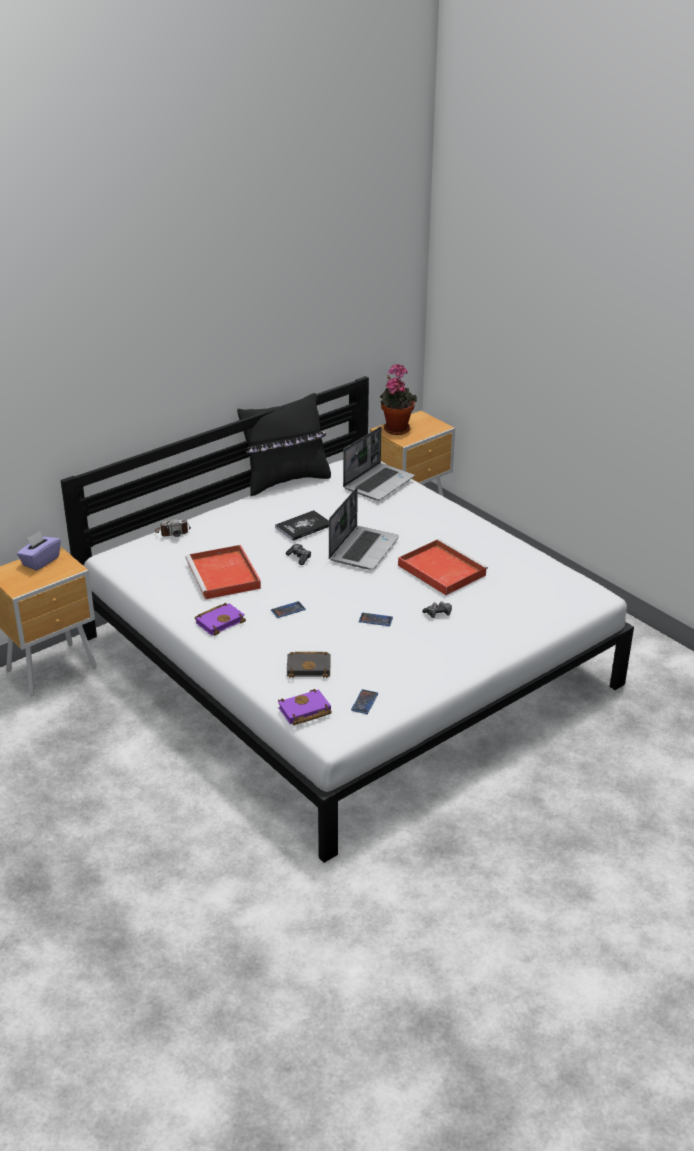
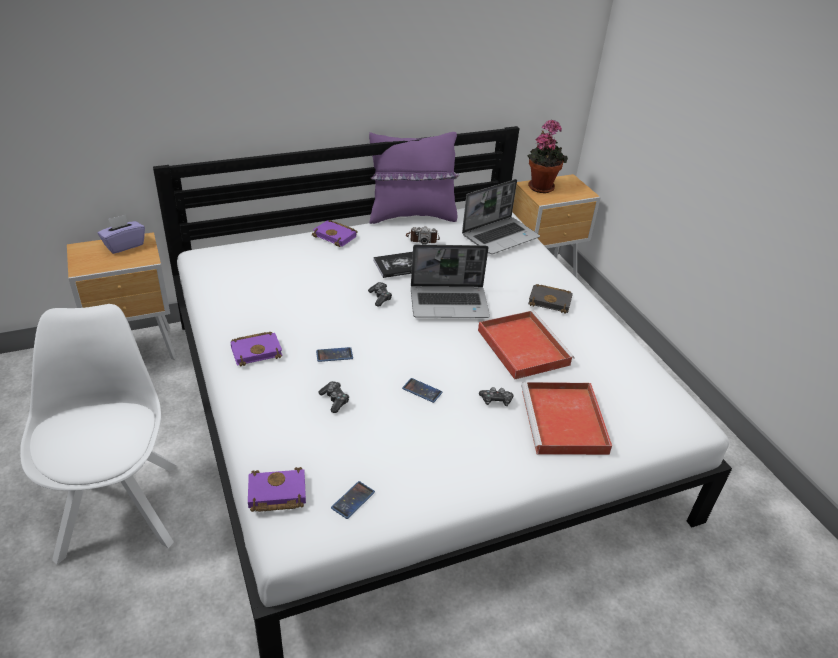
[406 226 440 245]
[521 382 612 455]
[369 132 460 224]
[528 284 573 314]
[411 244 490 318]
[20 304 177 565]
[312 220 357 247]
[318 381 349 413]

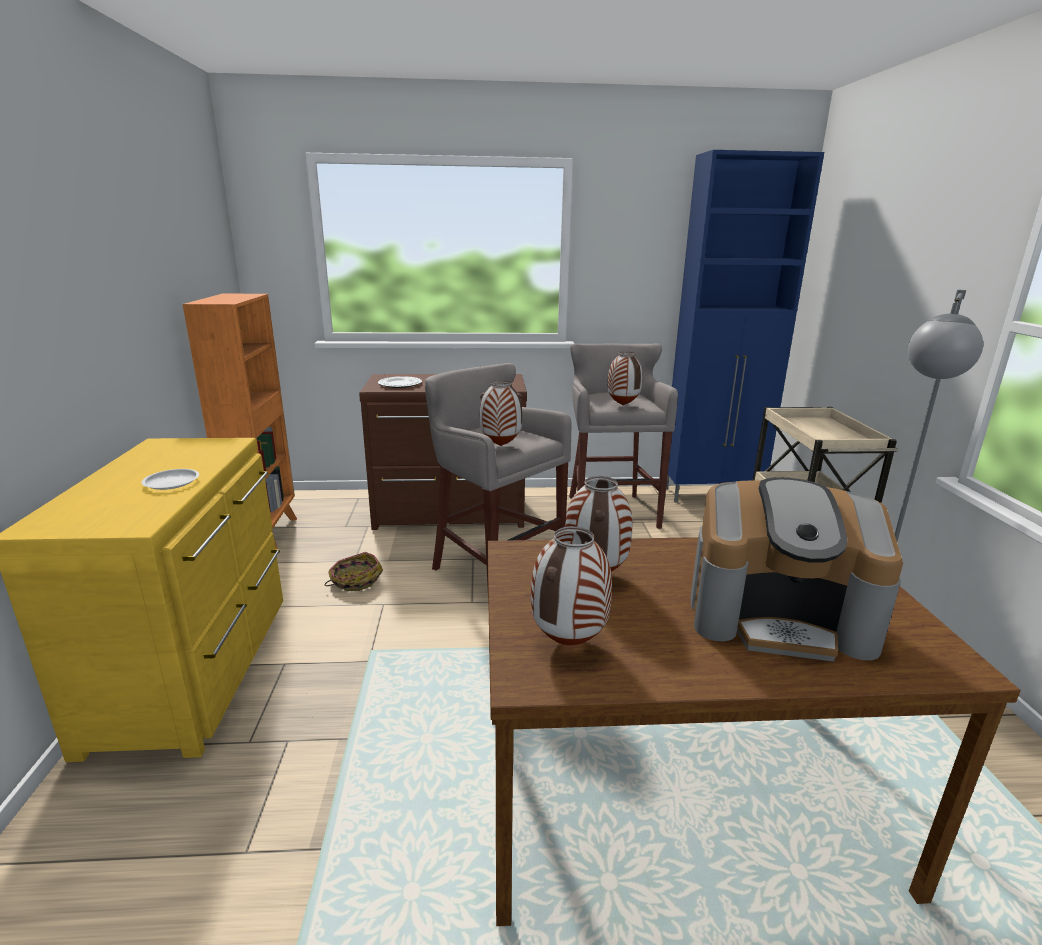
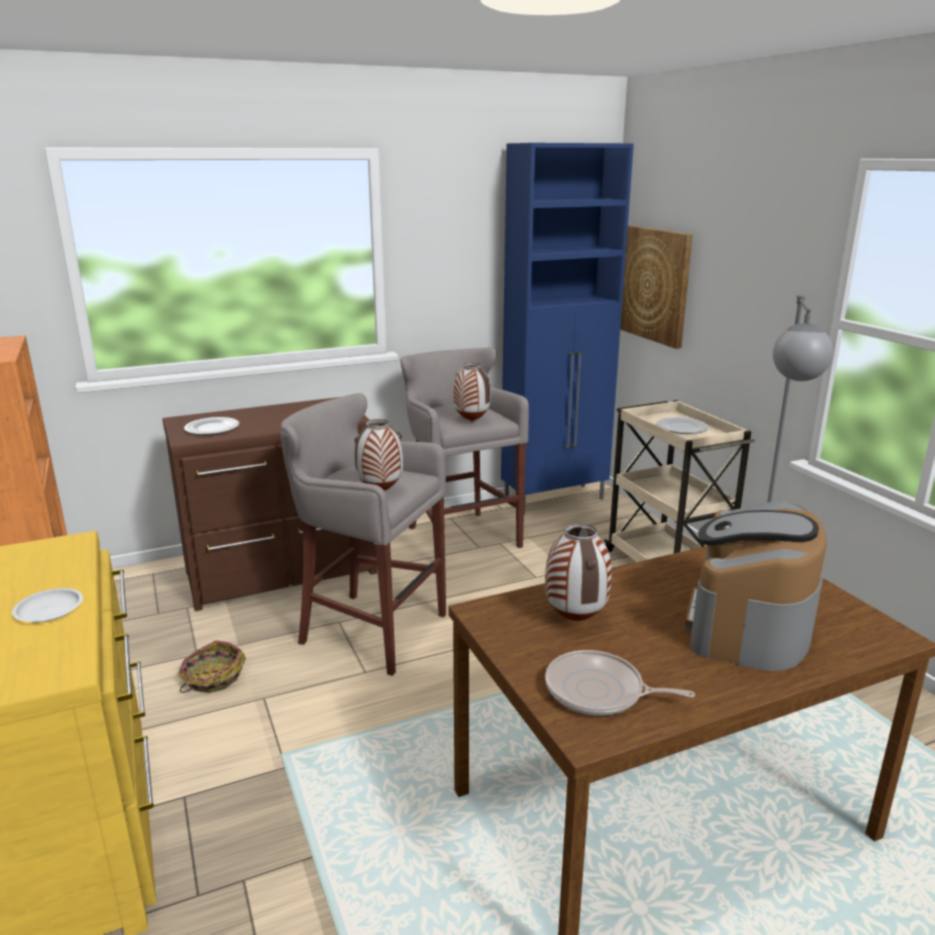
[545 650 695 715]
[685 500 827 671]
[620 225 693 349]
[657 417 709 434]

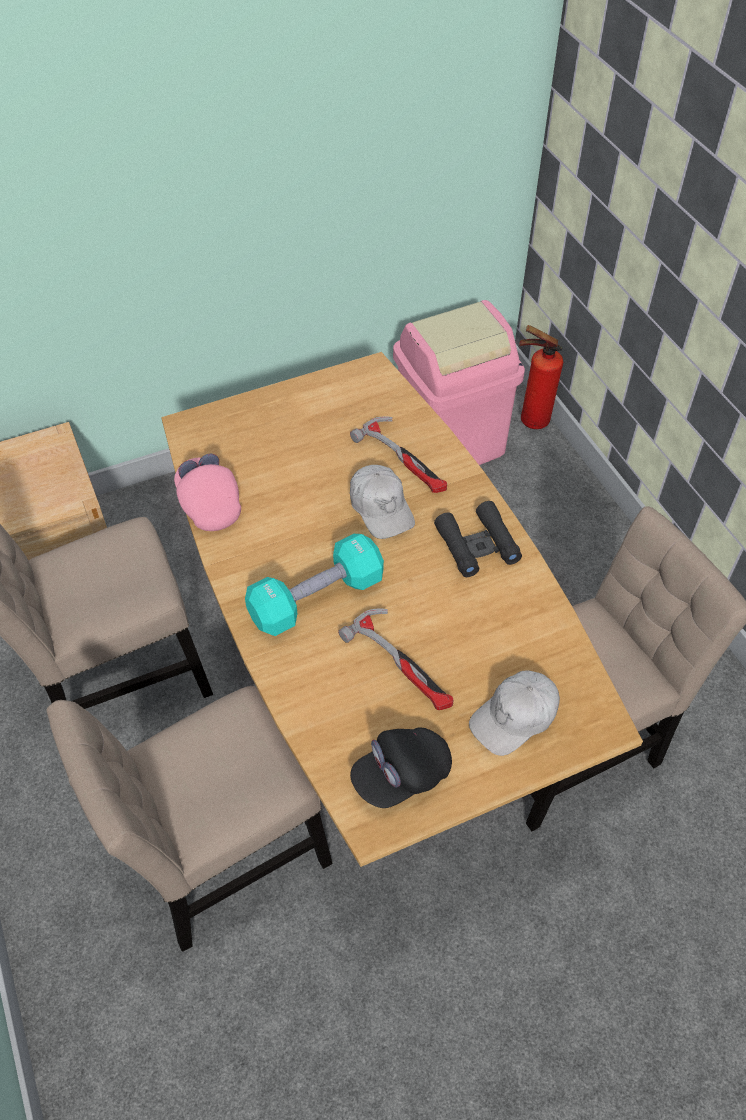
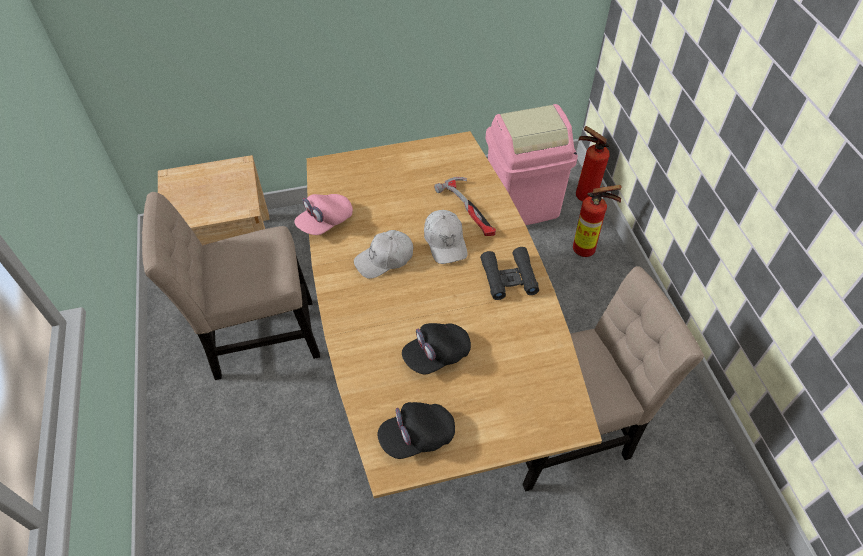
[46 686 333 952] (first image)
[294 194 353 235]
[245 534 384 636] (first image)
[402 323 471 374]
[354 230 413 279]
[573 185 622 257]

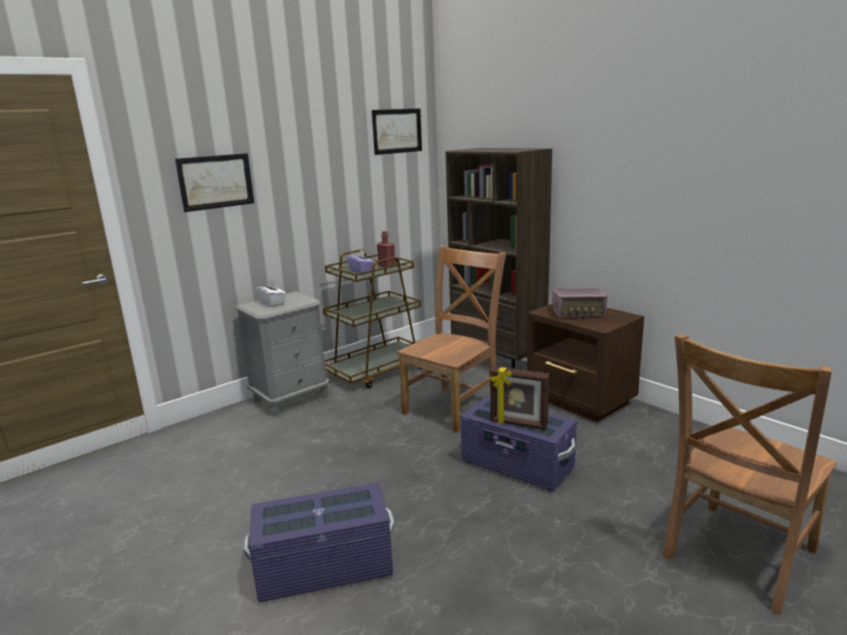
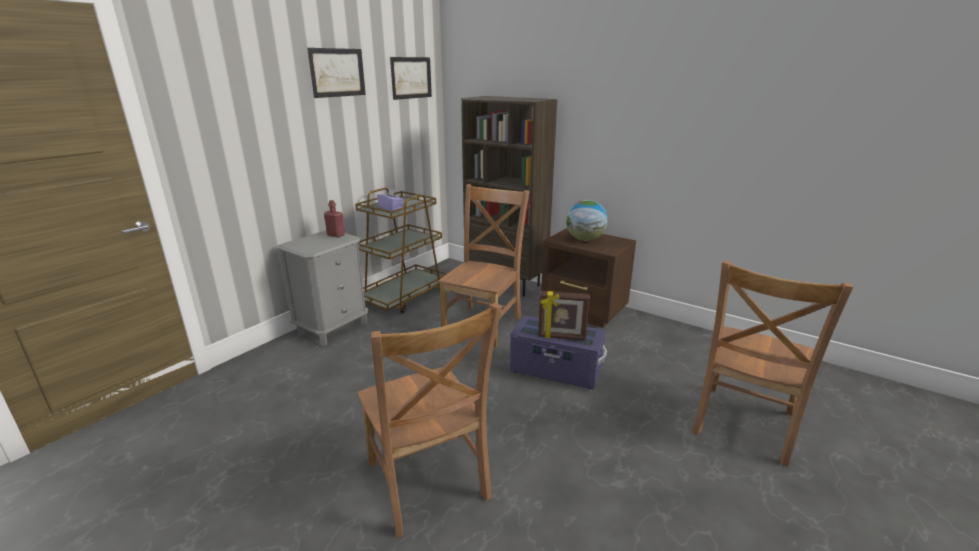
[307 48 366 98]
[357 303 502 538]
[256 279 286 307] (first image)
[324 200 345 237]
[566 200 608 241]

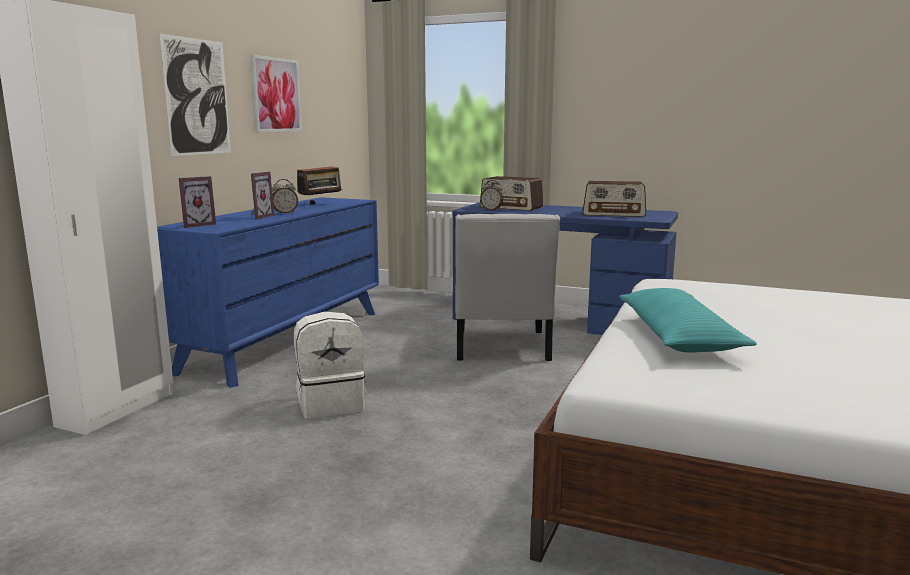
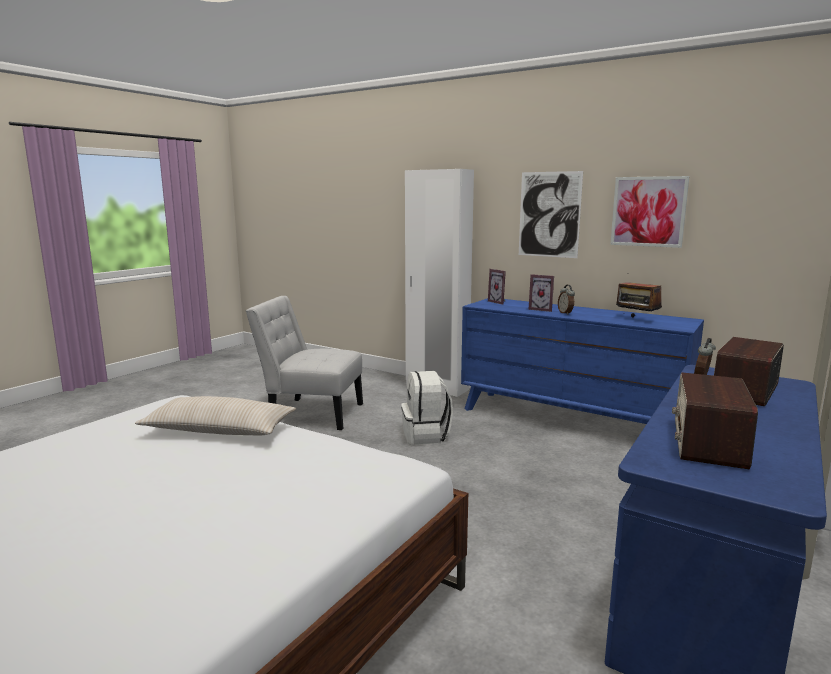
[246 296 363 430]
[135 396 296 435]

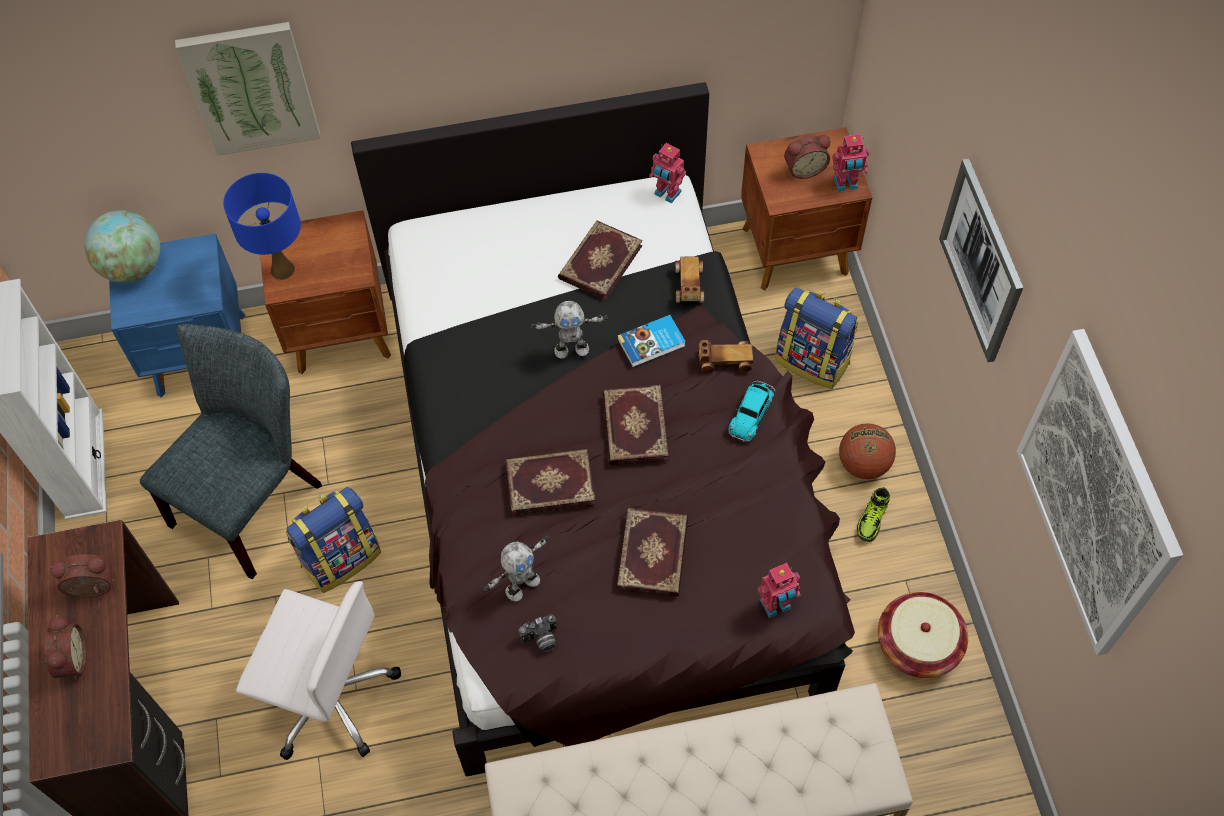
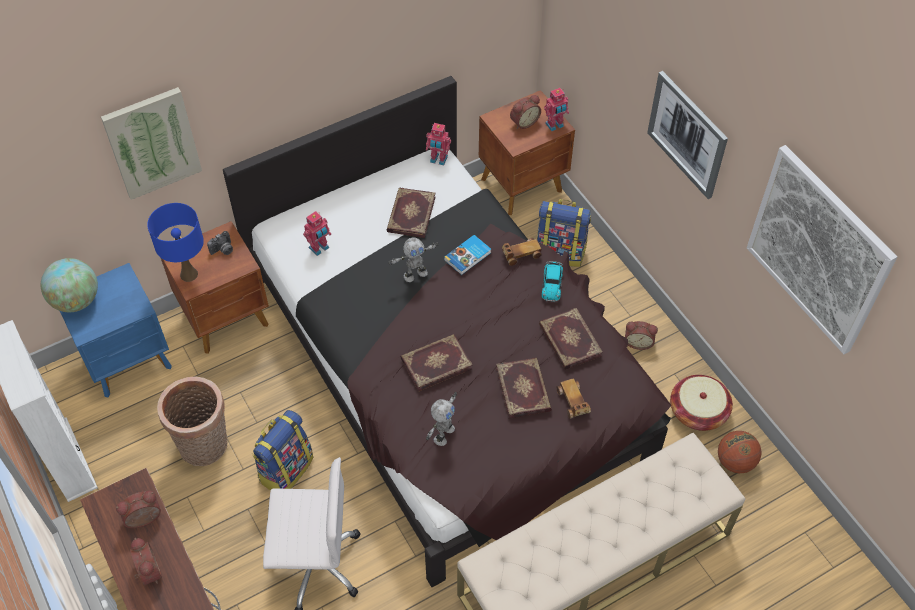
[157 376 227 466]
[207 231 233 255]
[539 308 603 370]
[556 378 591 419]
[303 211 331 256]
[718 431 761 473]
[625 321 658 350]

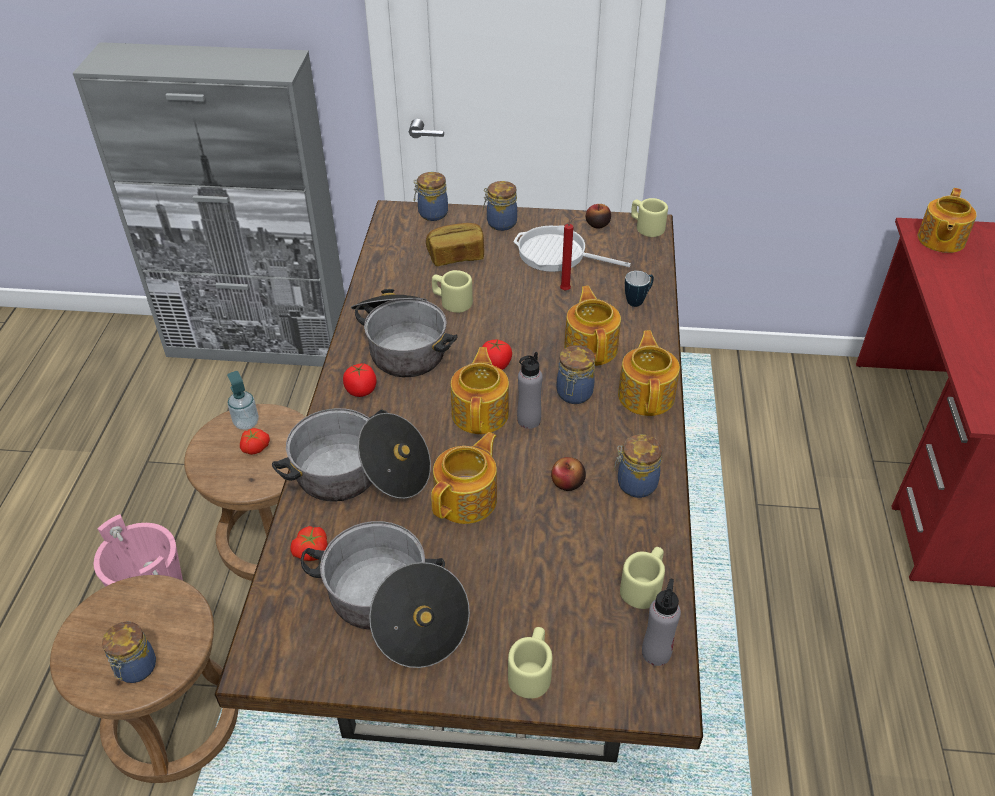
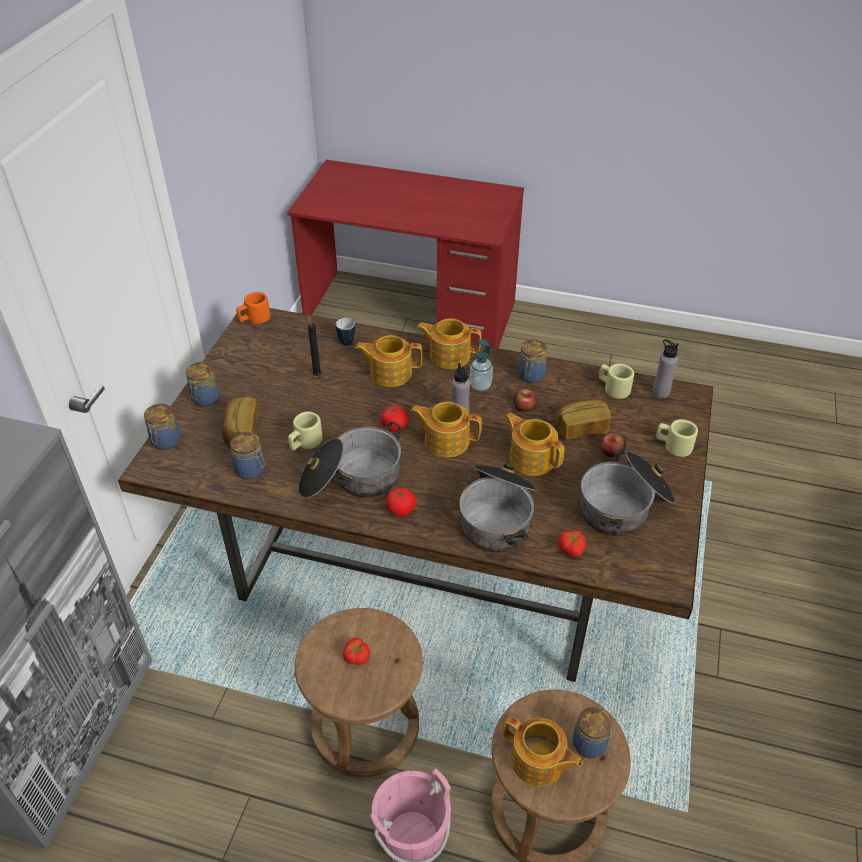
[470 339 493 391]
[513 225 631 272] (first image)
[230 432 265 480]
[308 315 321 376]
[600 433 626 457]
[236 292 270 324]
[503 716 582 787]
[555 399 611 440]

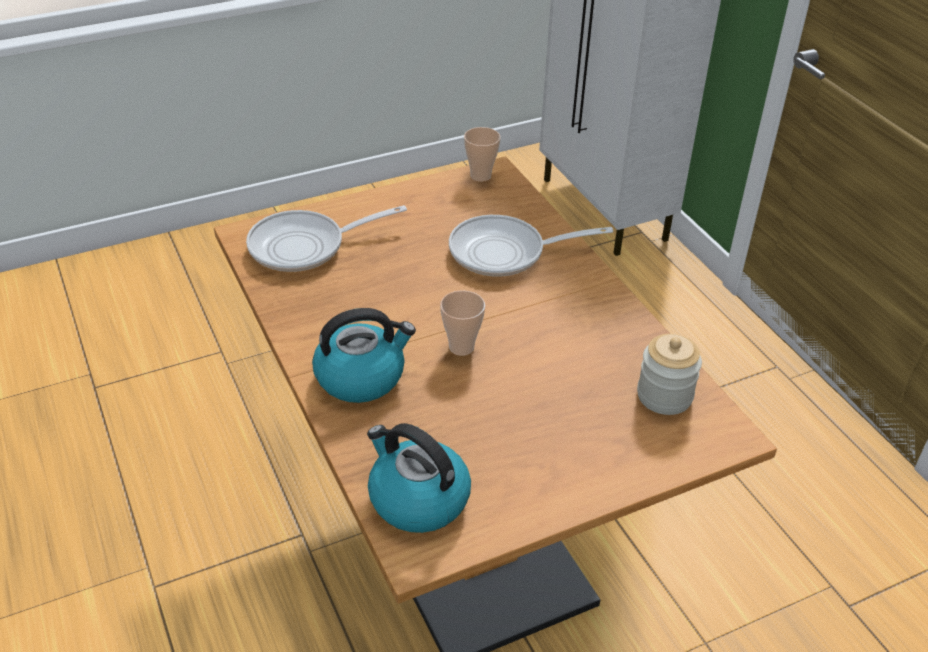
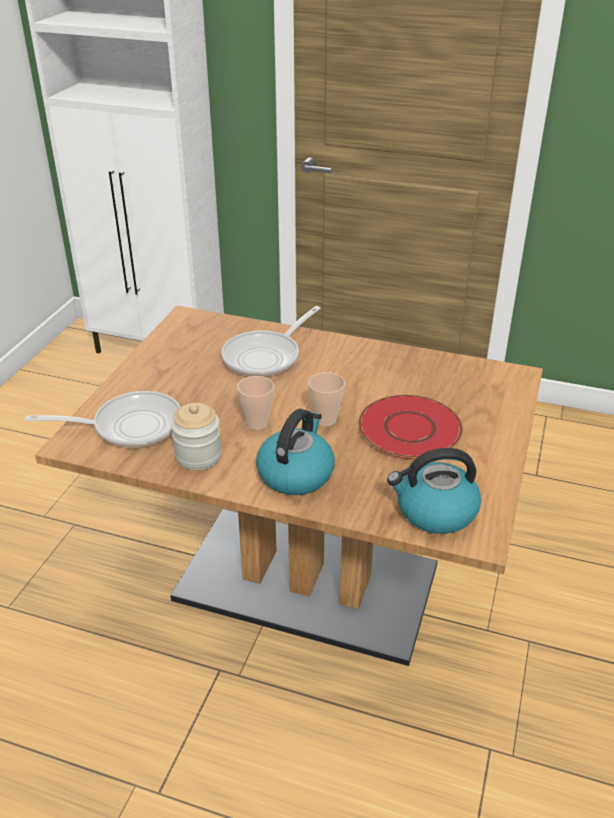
[25 391 180 448]
[237 376 274 430]
[171 403 222 470]
[358 395 463 459]

